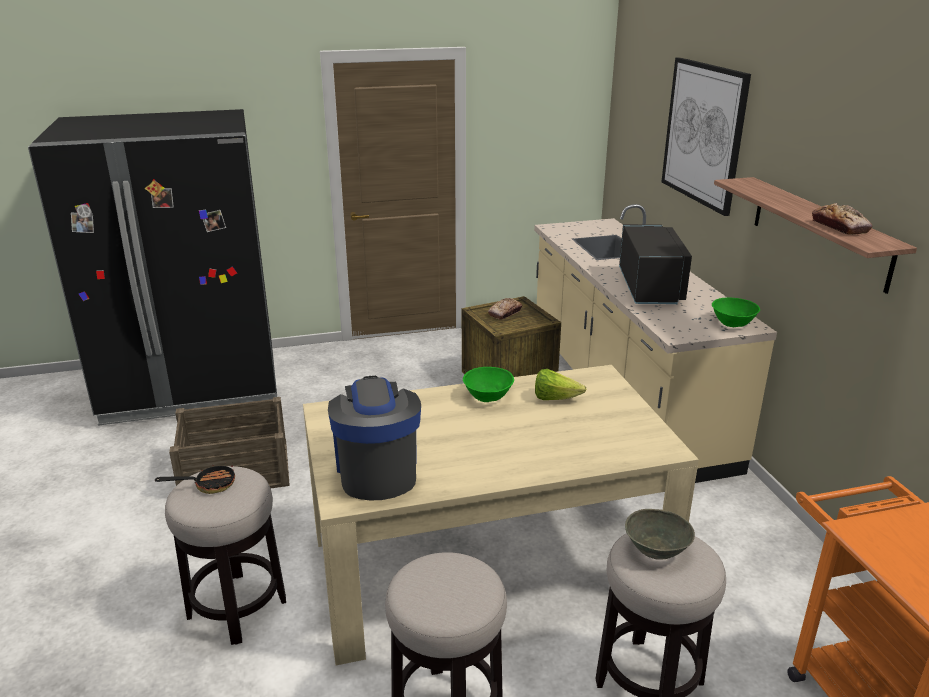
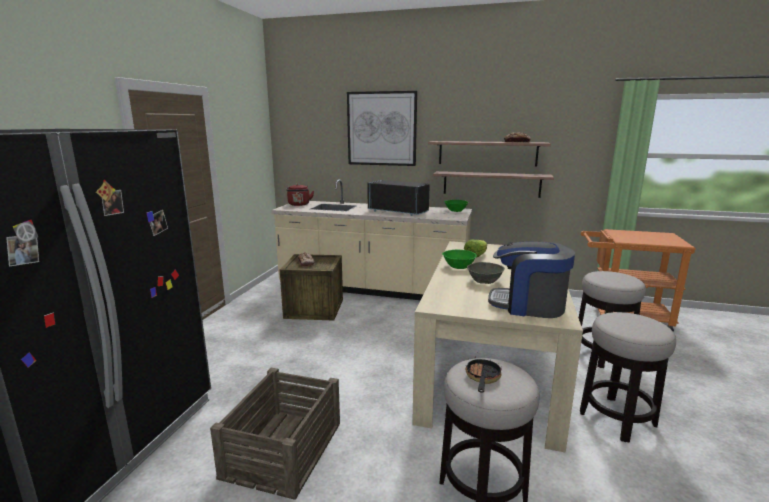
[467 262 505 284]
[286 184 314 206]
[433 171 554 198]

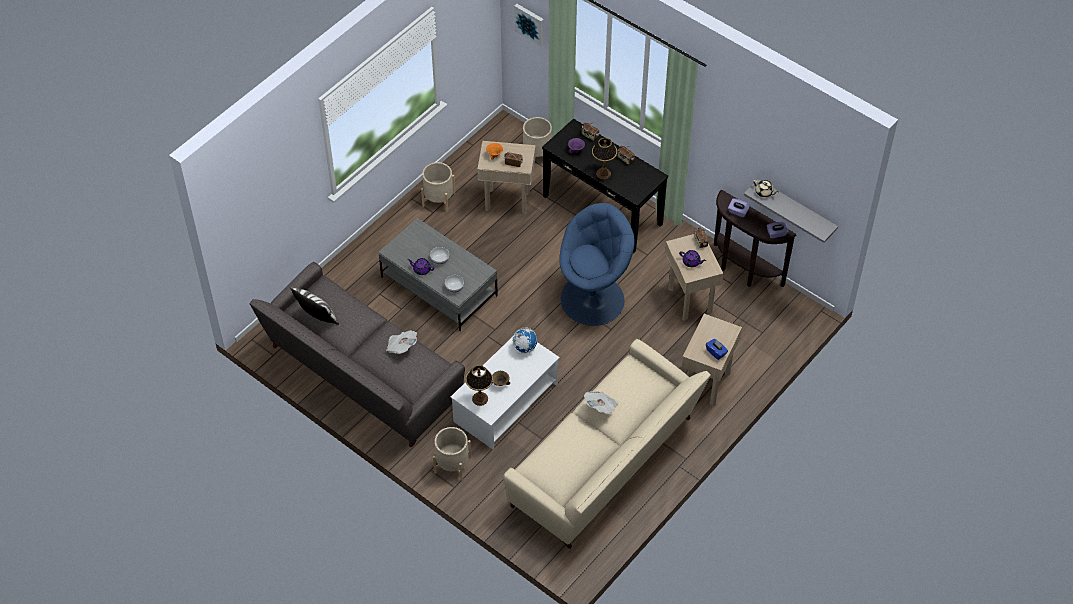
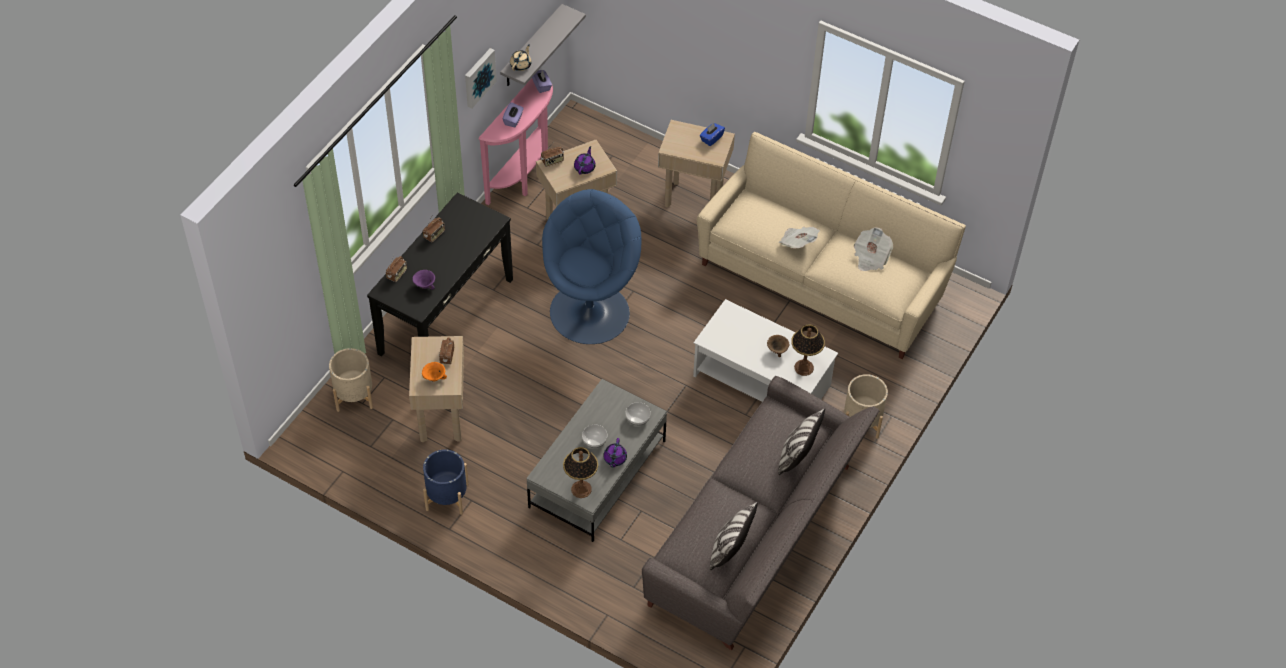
[854 227 893 271]
[423 450 469 515]
[512 327 537 354] (first image)
[465 48 497 108]
[542 189 641 344]
[563 447 598 498]
[478 78 553 205]
[778 408 825 475]

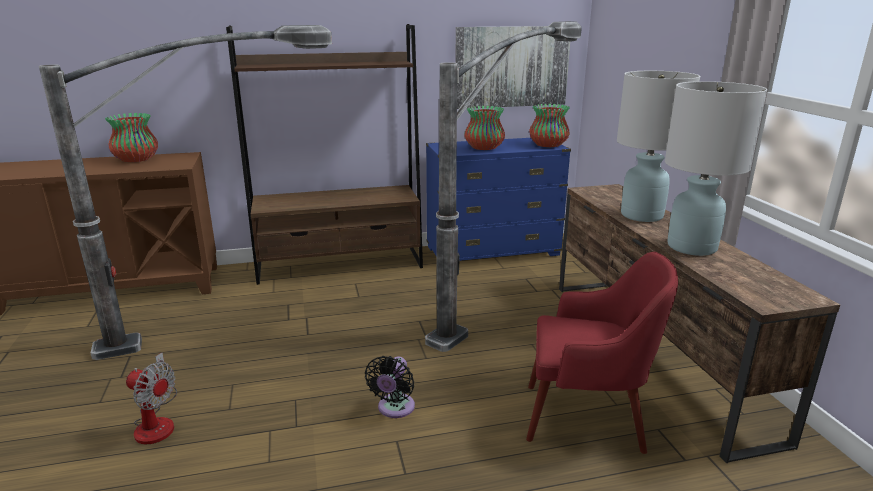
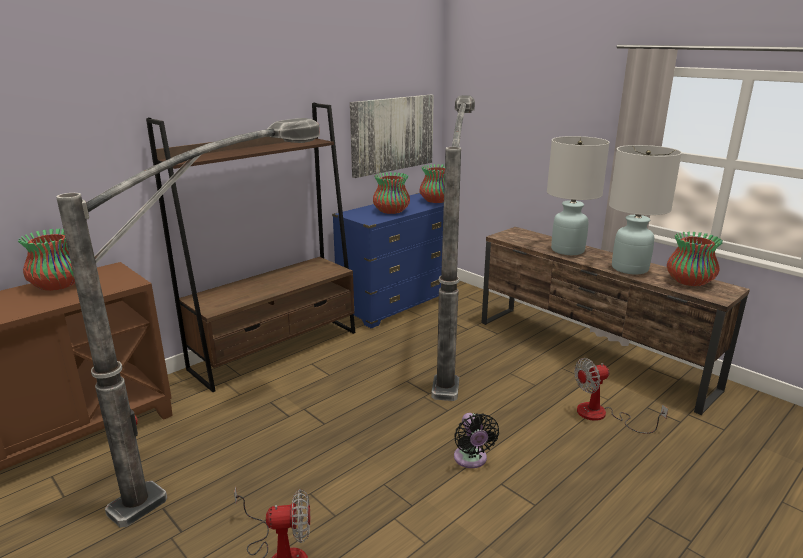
[574 358 668 434]
[667 232 723 286]

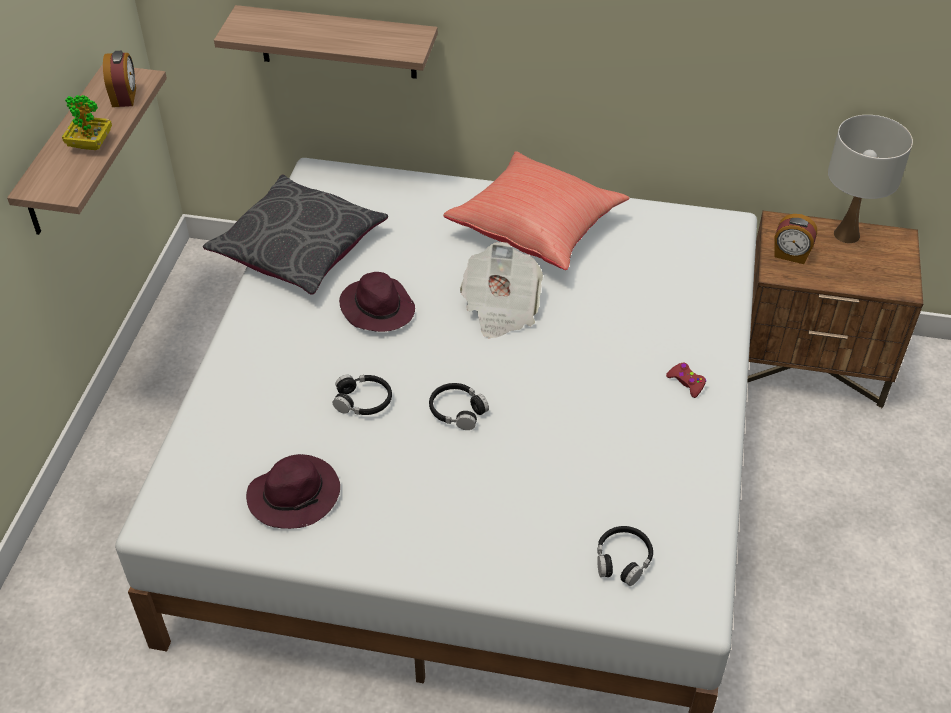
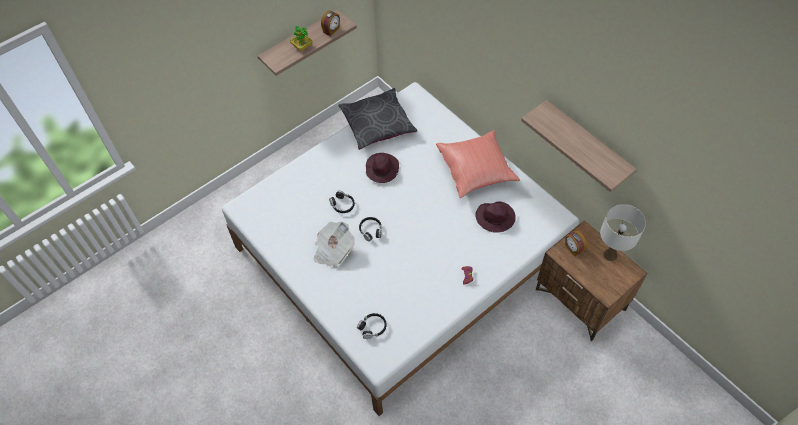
[521 100 637 192]
[475 202 516 233]
[314 222 355 268]

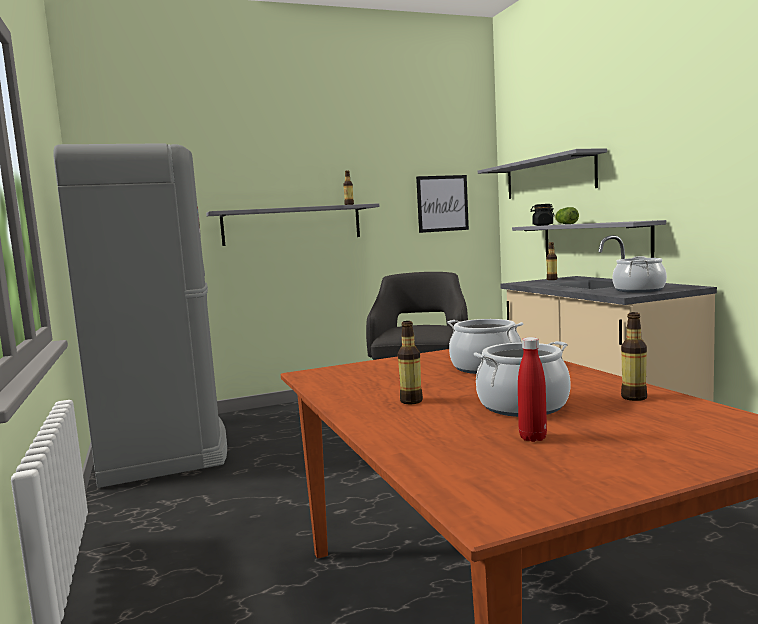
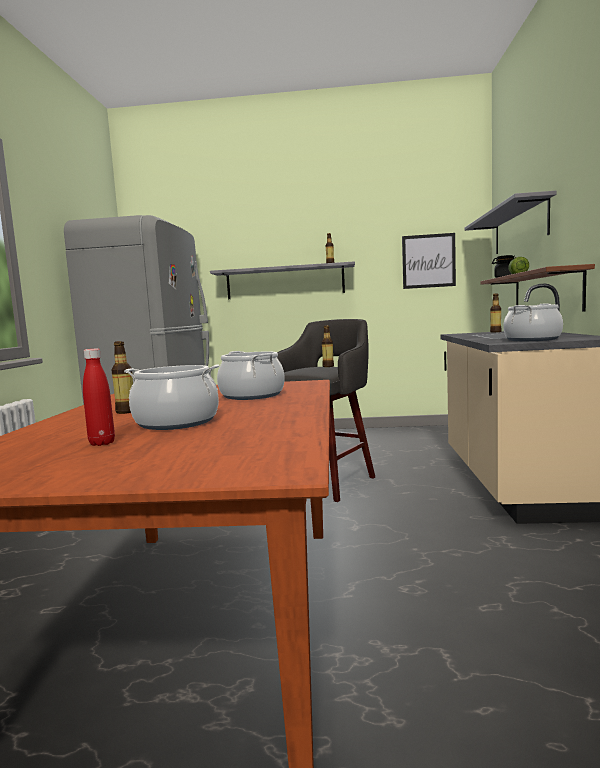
[481 264 595 311]
[322 326 334 367]

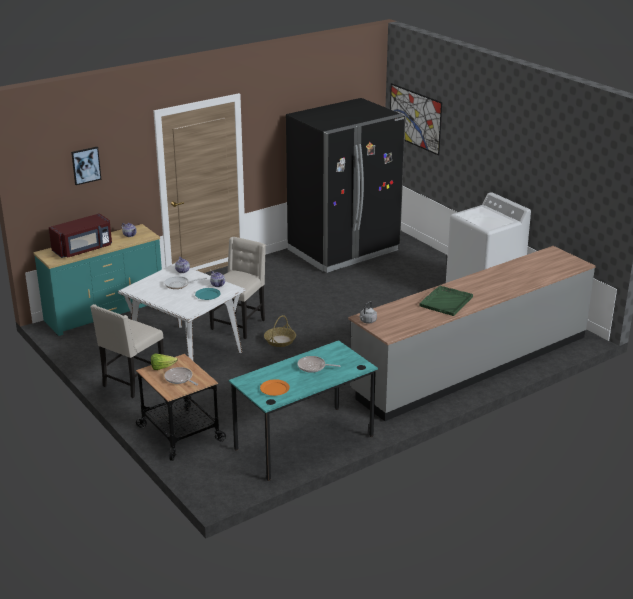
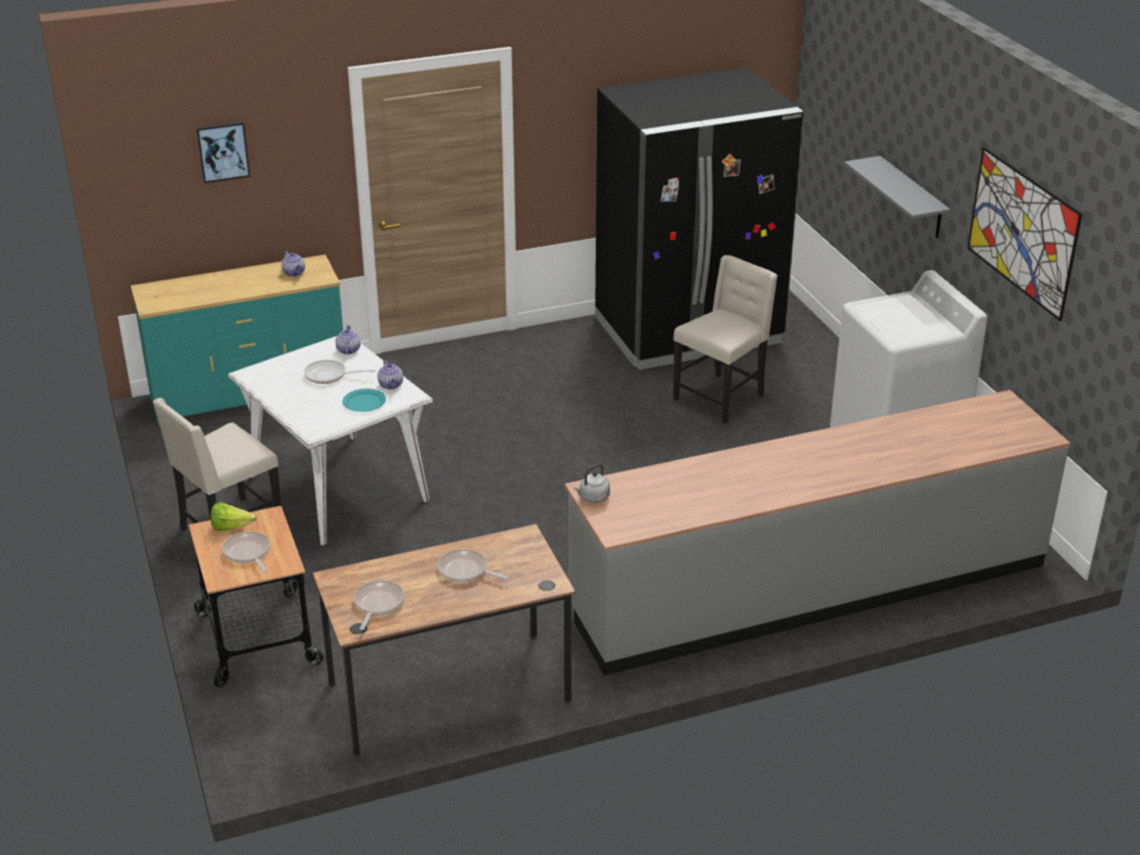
[49 213 112 258] (first image)
[673 255 778 424]
[313 524 575 756]
[354 580 405 630]
[264 315 296 347] (first image)
[967 146 1083 321]
[419 285 473 316] (first image)
[844 156 950 238]

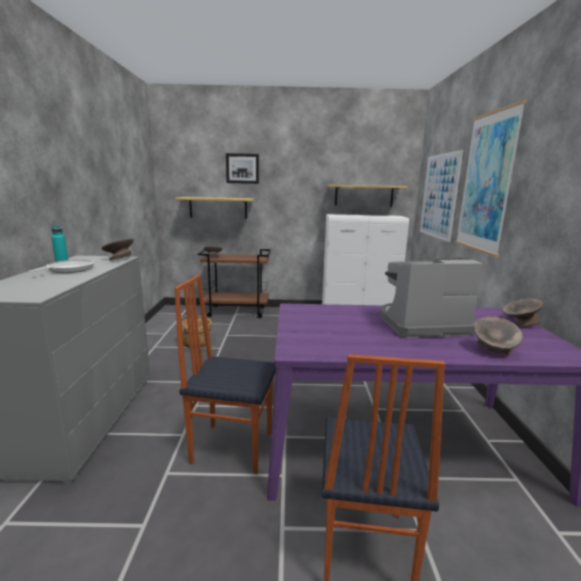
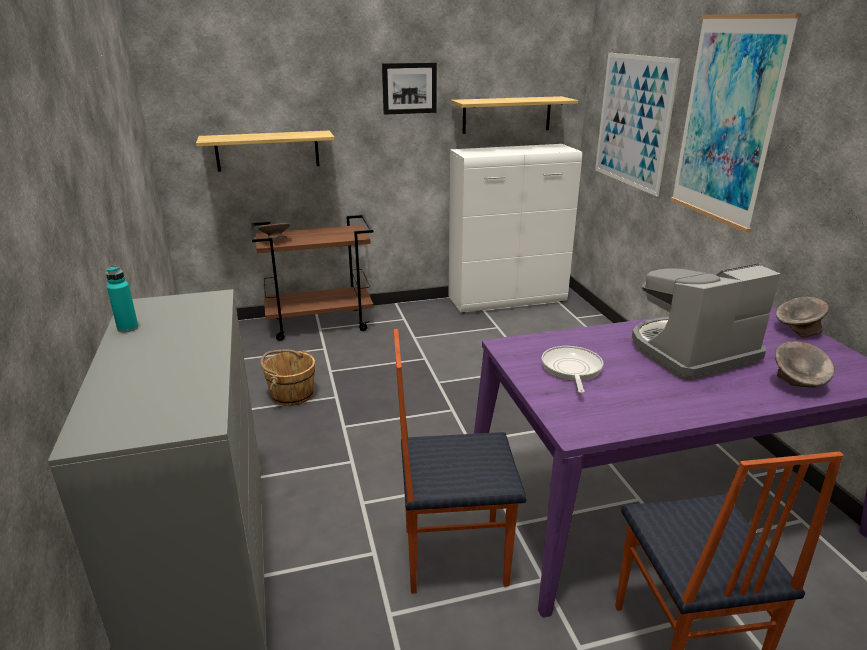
[542 346 603 393]
[102 238 134 261] (first image)
[382 62 437 115]

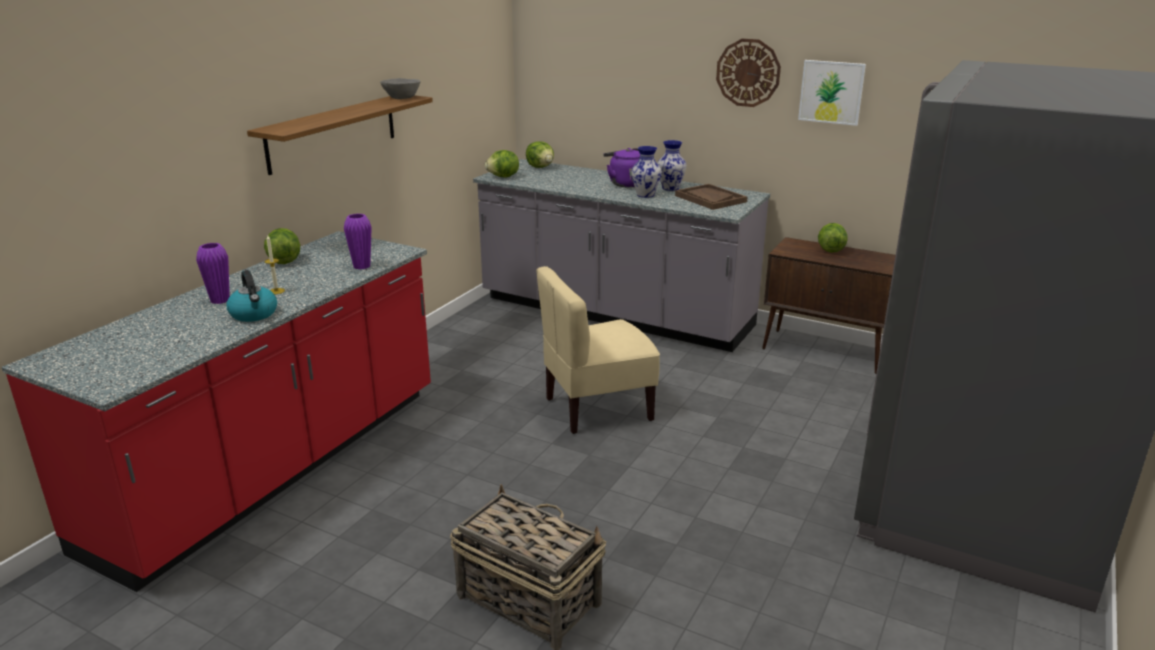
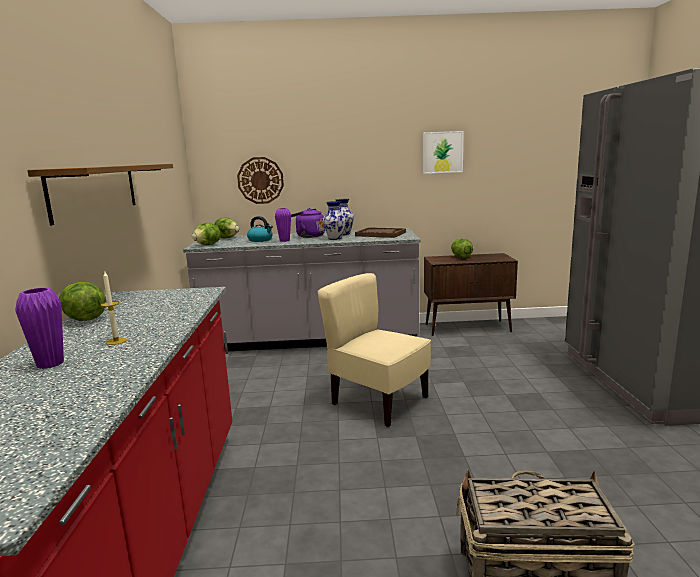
[247 216 273 242]
[275 208 291 242]
[380 78 421 99] (first image)
[318 273 431 427]
[237 157 284 204]

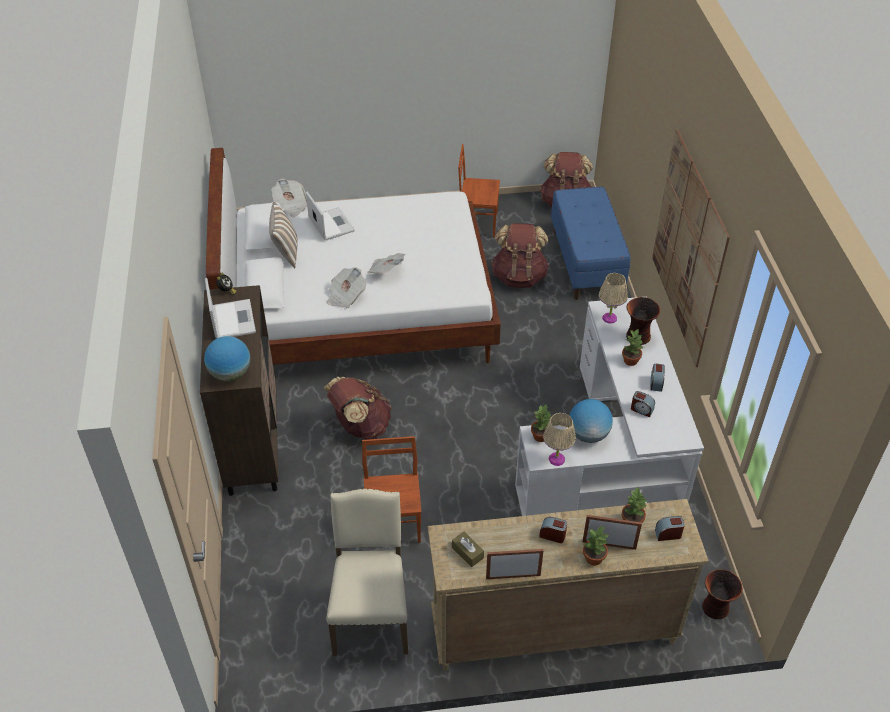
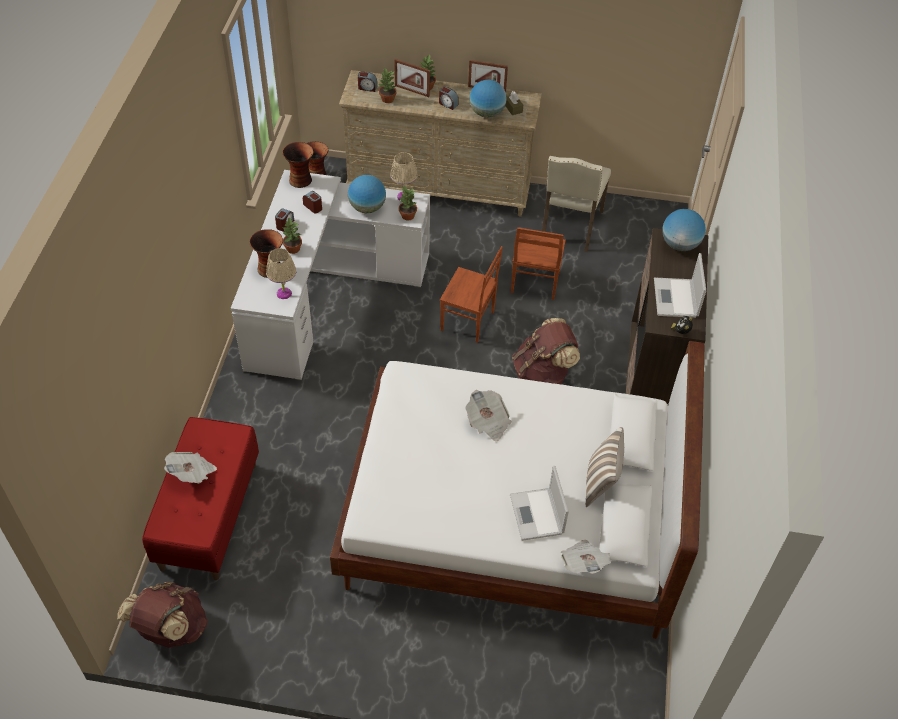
[164 452 217 484]
[440 246 503 343]
[491 223 549 288] (first image)
[142 417 259 580]
[652 129 730 367] (first image)
[282 142 314 188]
[469 80 507 118]

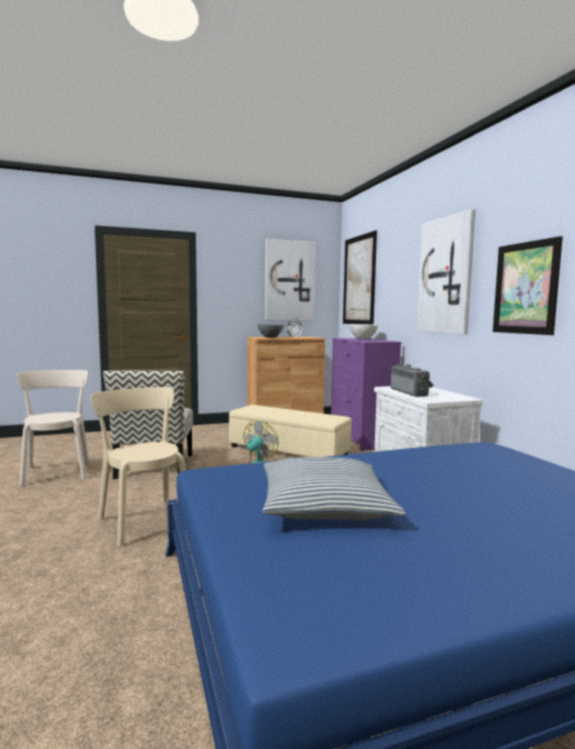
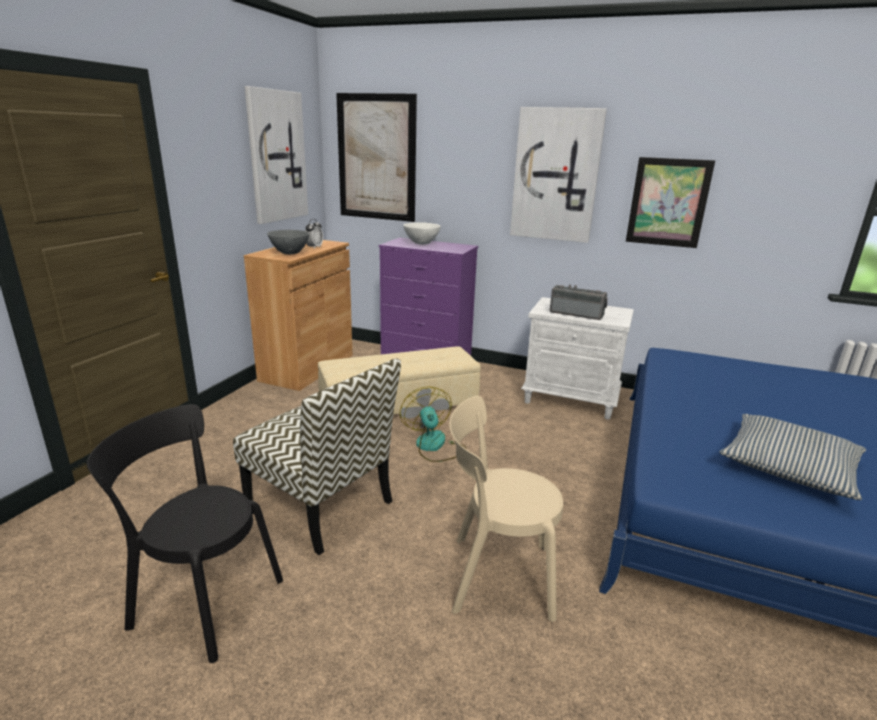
[87 404 283 663]

